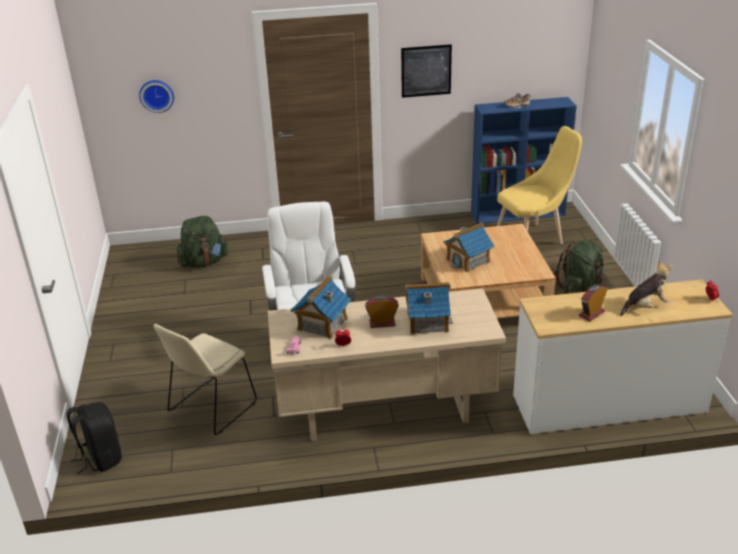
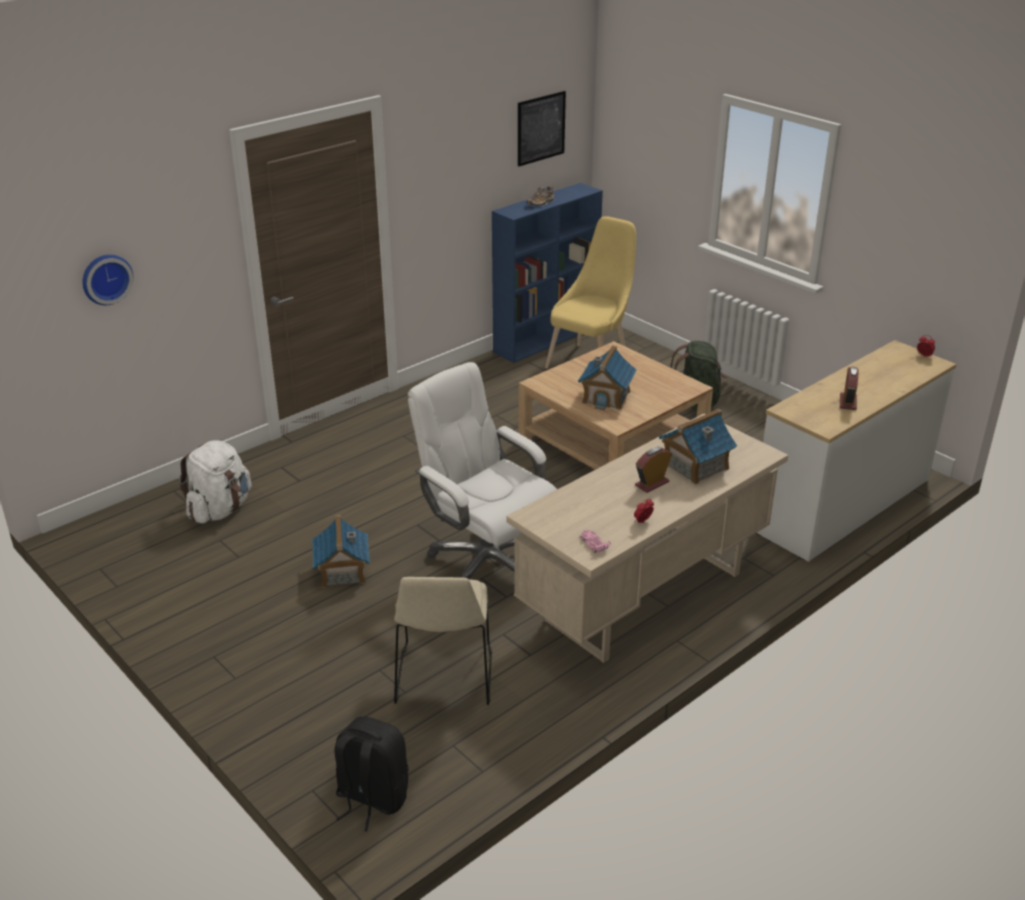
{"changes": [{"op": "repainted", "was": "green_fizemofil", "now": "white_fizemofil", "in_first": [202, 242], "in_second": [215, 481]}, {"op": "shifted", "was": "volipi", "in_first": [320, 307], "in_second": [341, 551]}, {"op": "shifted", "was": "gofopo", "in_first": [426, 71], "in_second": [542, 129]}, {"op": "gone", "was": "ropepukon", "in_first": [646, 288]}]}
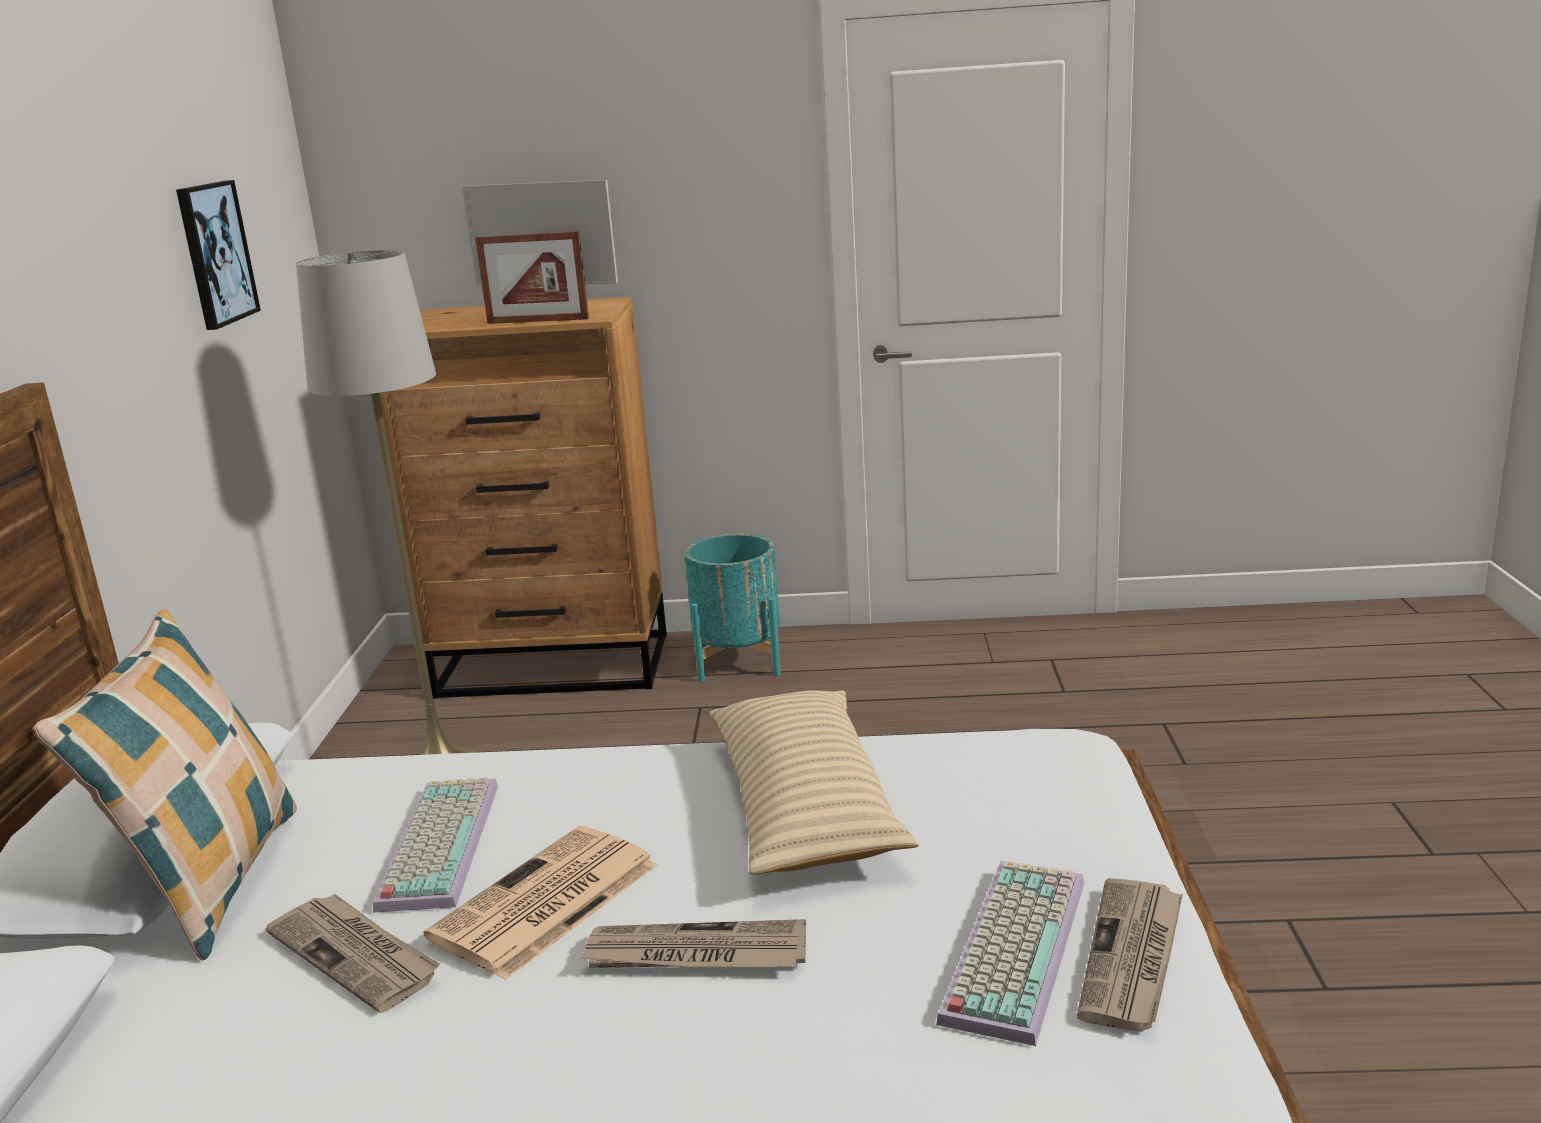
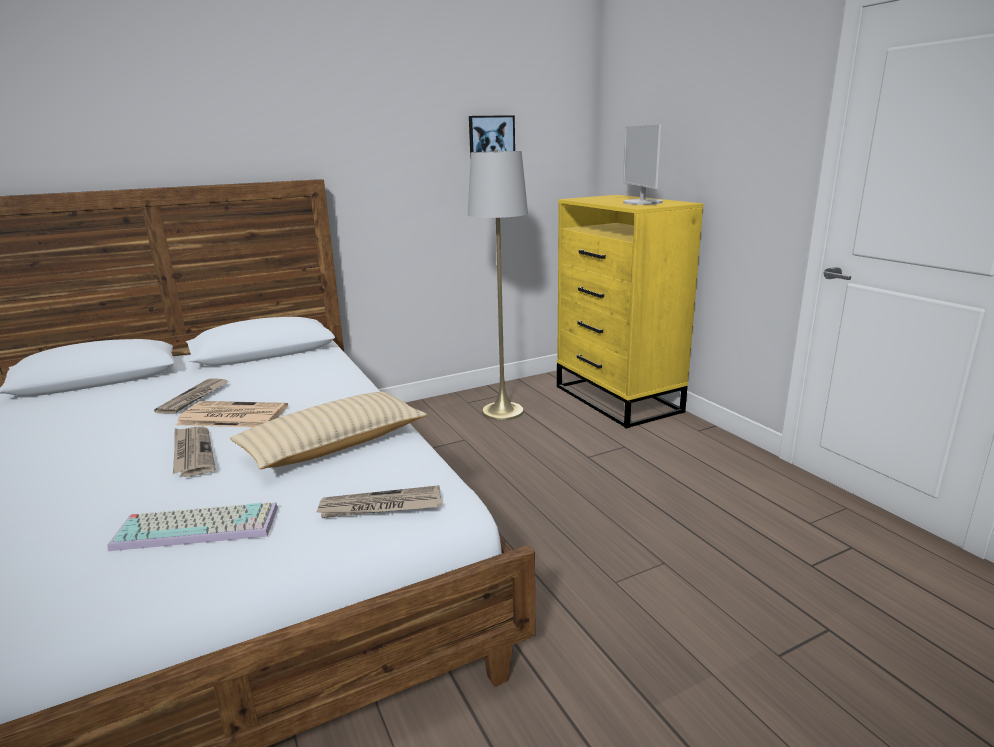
{"changes": [{"op": "gone", "was": "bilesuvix", "in_first": [164, 785]}, {"op": "gone", "was": "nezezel", "in_first": [435, 845]}, {"op": "repainted", "was": "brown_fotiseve", "now": "yellow_fotiseve", "in_first": [523, 498], "in_second": [630, 312]}, {"op": "gone", "was": "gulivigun", "in_first": [532, 277]}, {"op": "gone", "was": "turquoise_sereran", "in_first": [733, 608]}, {"op": "shifted", "was": "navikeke", "in_first": [1130, 955], "in_second": [379, 501]}]}
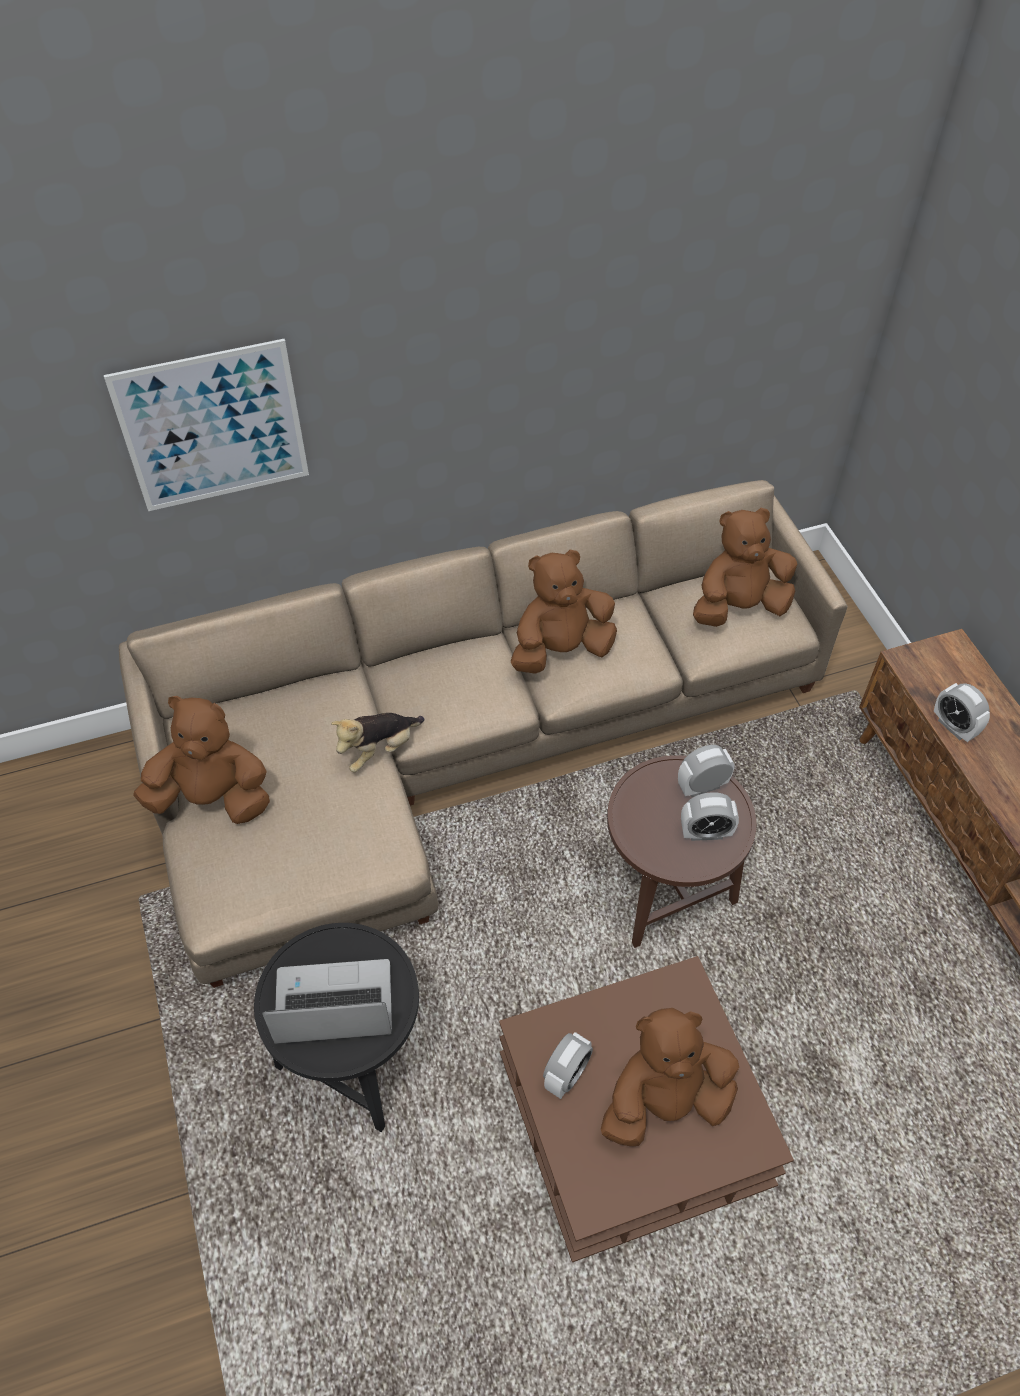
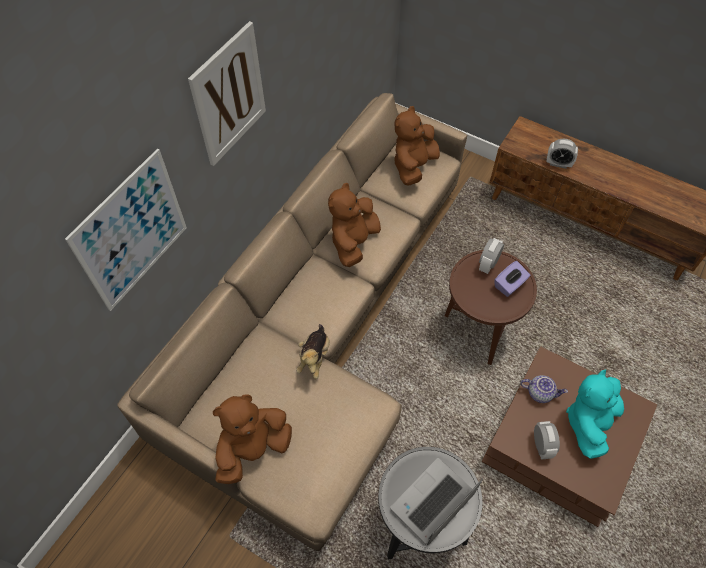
{"changes": [{"op": "repainted", "was": "brown_ropepukon", "now": "turquoise_ropepukon", "in_first": [670, 1077], "in_second": [595, 414]}, {"op": "swapped", "was": "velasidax", "now": "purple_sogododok", "in_first": [710, 816], "in_second": [512, 279]}, {"op": "new", "now": "gofopo", "in_second": [227, 93]}, {"op": "new", "now": "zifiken", "in_second": [544, 389]}]}
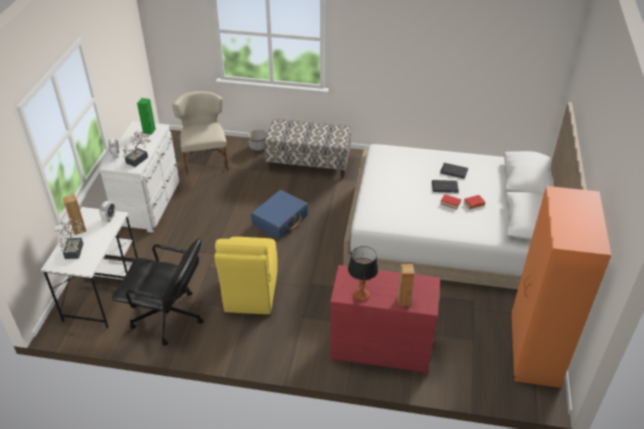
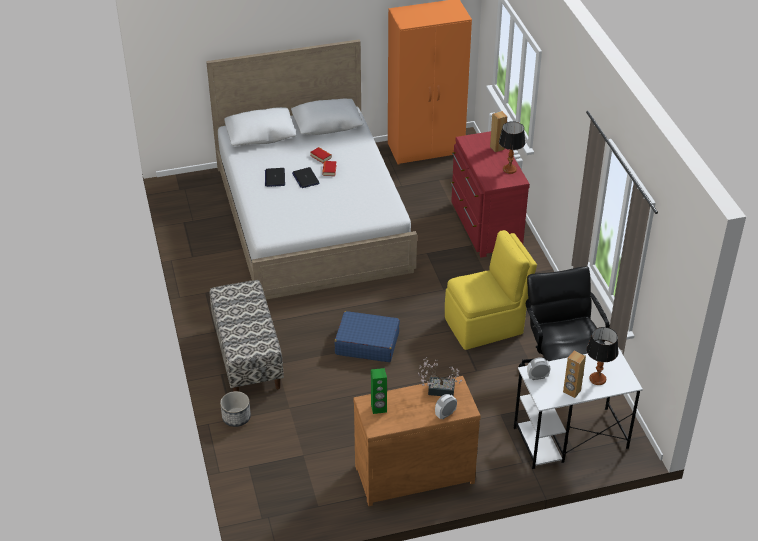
{"changes": [{"op": "swapped", "was": "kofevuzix", "now": "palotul", "in_first": [70, 239], "in_second": [602, 356]}, {"op": "repainted", "was": "white_fotiseve", "now": "brown_fotiseve", "in_first": [139, 177], "in_second": [417, 441]}, {"op": "gone", "was": "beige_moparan", "in_first": [200, 132]}]}
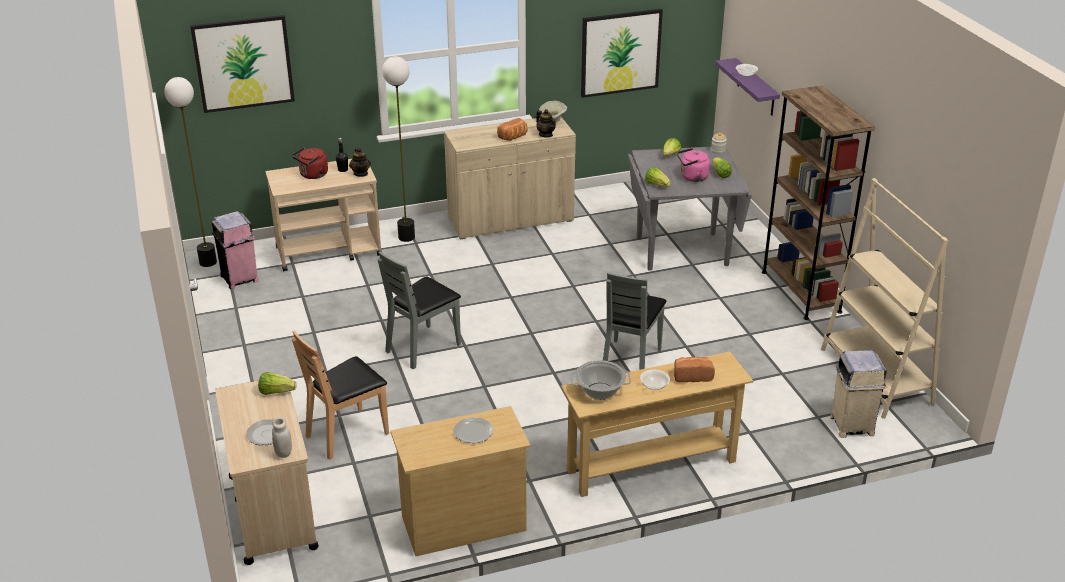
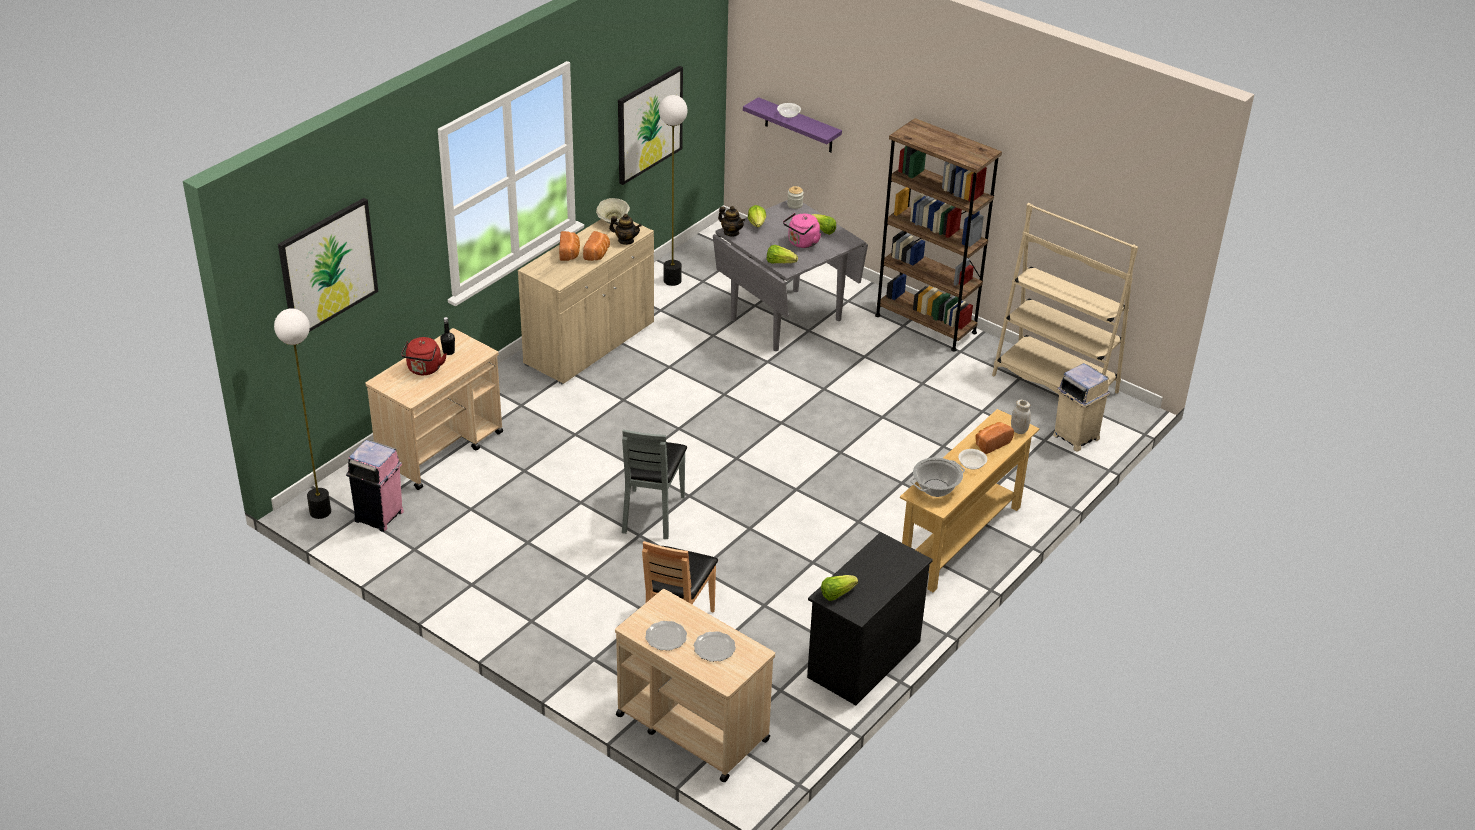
{"changes": [{"op": "shifted", "was": "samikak", "in_first": [277, 383], "in_second": [839, 588]}, {"op": "shifted", "was": "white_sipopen", "in_first": [282, 438], "in_second": [1021, 417]}, {"op": "shifted", "was": "zifiken", "in_first": [360, 162], "in_second": [731, 221]}, {"op": "shifted", "was": "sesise", "in_first": [398, 149], "in_second": [673, 190]}, {"op": "repainted", "was": "beige_fotiseve", "now": "black_fotiseve", "in_first": [460, 481], "in_second": [870, 618]}, {"op": "shifted", "was": "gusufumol", "in_first": [473, 430], "in_second": [666, 636]}, {"op": "gone", "was": "grey_moparan", "in_first": [635, 321]}, {"op": "new", "now": "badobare", "in_second": [569, 246]}]}
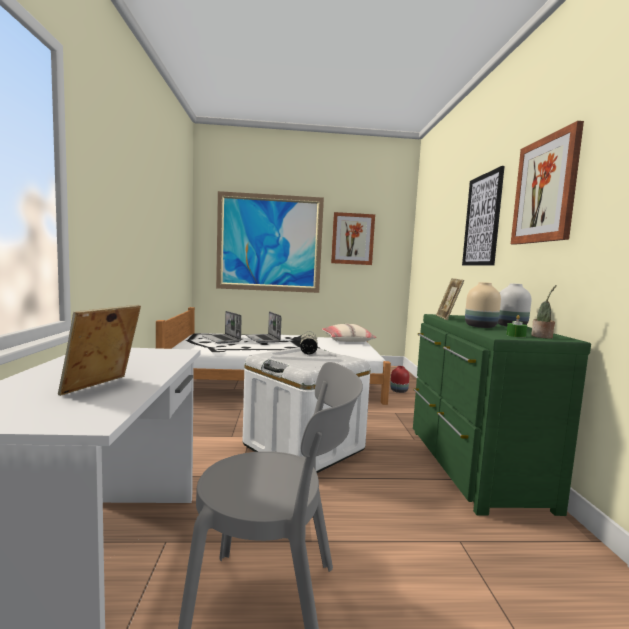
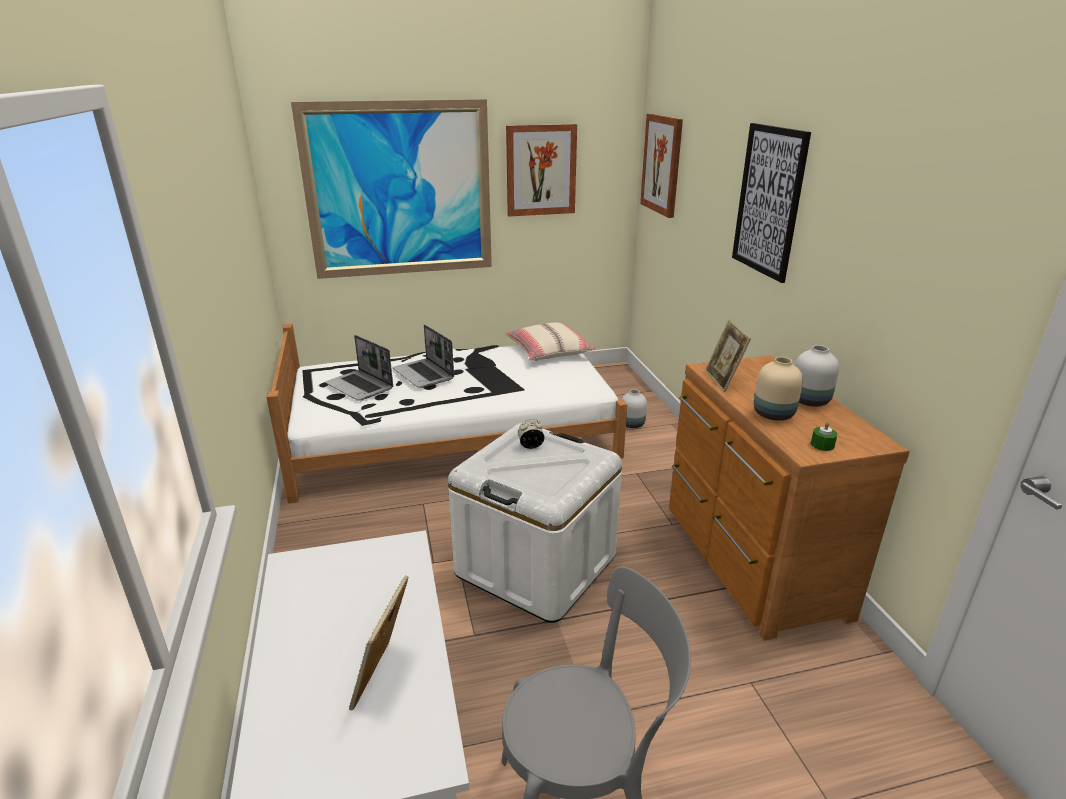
{"changes": [{"op": "repainted", "was": "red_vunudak", "now": "white_vunudak", "in_first": [399, 379], "in_second": [634, 408]}, {"op": "repainted", "was": "green_fotiseve", "now": "brown_fotiseve", "in_first": [502, 415], "in_second": [789, 498]}, {"op": "shifted", "was": "gofopo", "in_first": [547, 183], "in_second": [661, 166]}, {"op": "gone", "was": "kofevuzix", "in_first": [543, 312]}]}
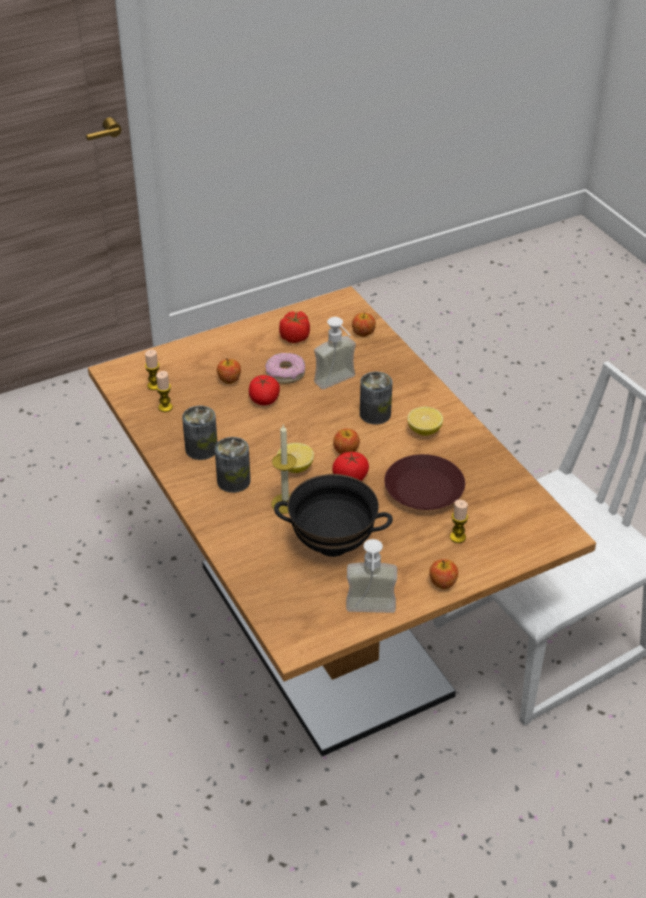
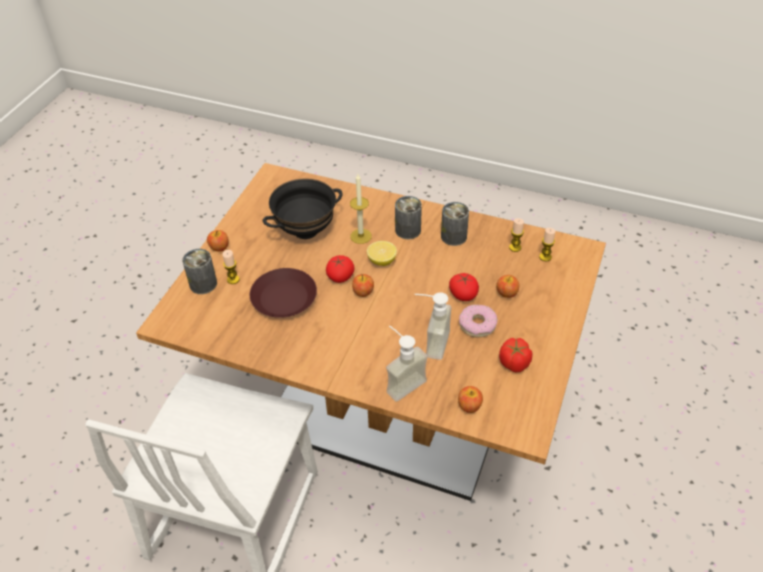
{"changes": [{"op": "shifted", "was": "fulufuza", "in_first": [371, 576], "in_second": [407, 364]}, {"op": "shifted", "was": "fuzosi", "in_first": [376, 398], "in_second": [200, 271]}, {"op": "gone", "was": "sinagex", "in_first": [425, 421]}]}
